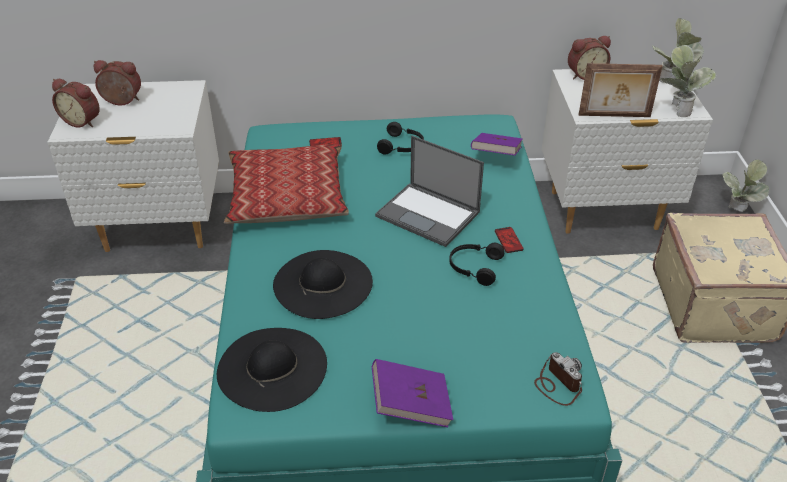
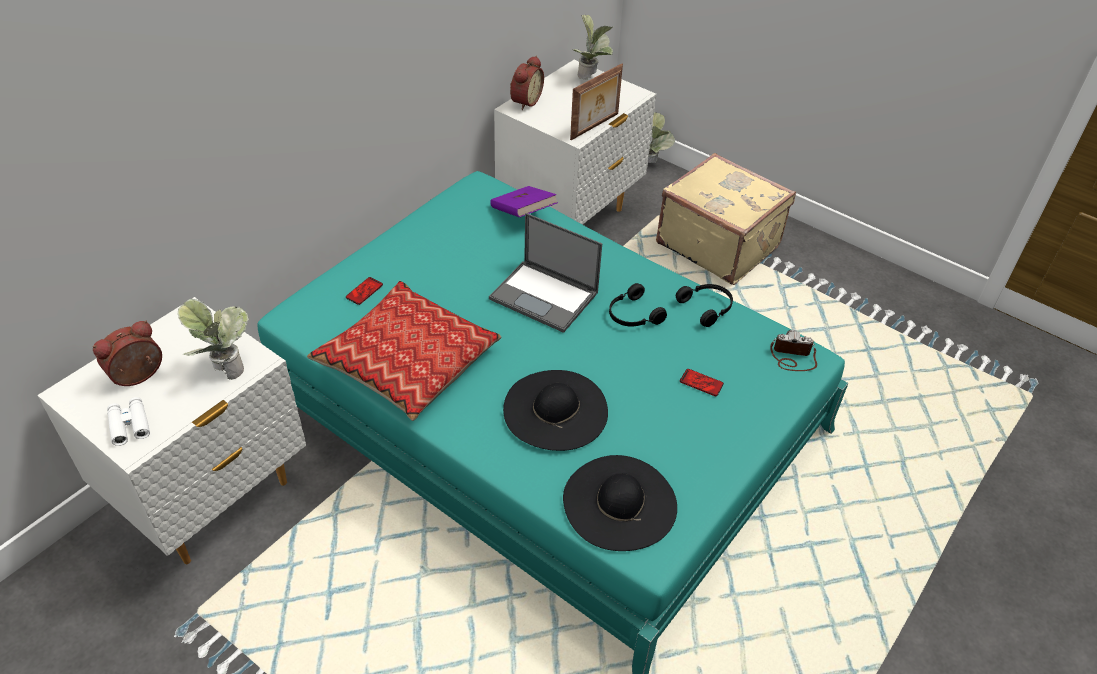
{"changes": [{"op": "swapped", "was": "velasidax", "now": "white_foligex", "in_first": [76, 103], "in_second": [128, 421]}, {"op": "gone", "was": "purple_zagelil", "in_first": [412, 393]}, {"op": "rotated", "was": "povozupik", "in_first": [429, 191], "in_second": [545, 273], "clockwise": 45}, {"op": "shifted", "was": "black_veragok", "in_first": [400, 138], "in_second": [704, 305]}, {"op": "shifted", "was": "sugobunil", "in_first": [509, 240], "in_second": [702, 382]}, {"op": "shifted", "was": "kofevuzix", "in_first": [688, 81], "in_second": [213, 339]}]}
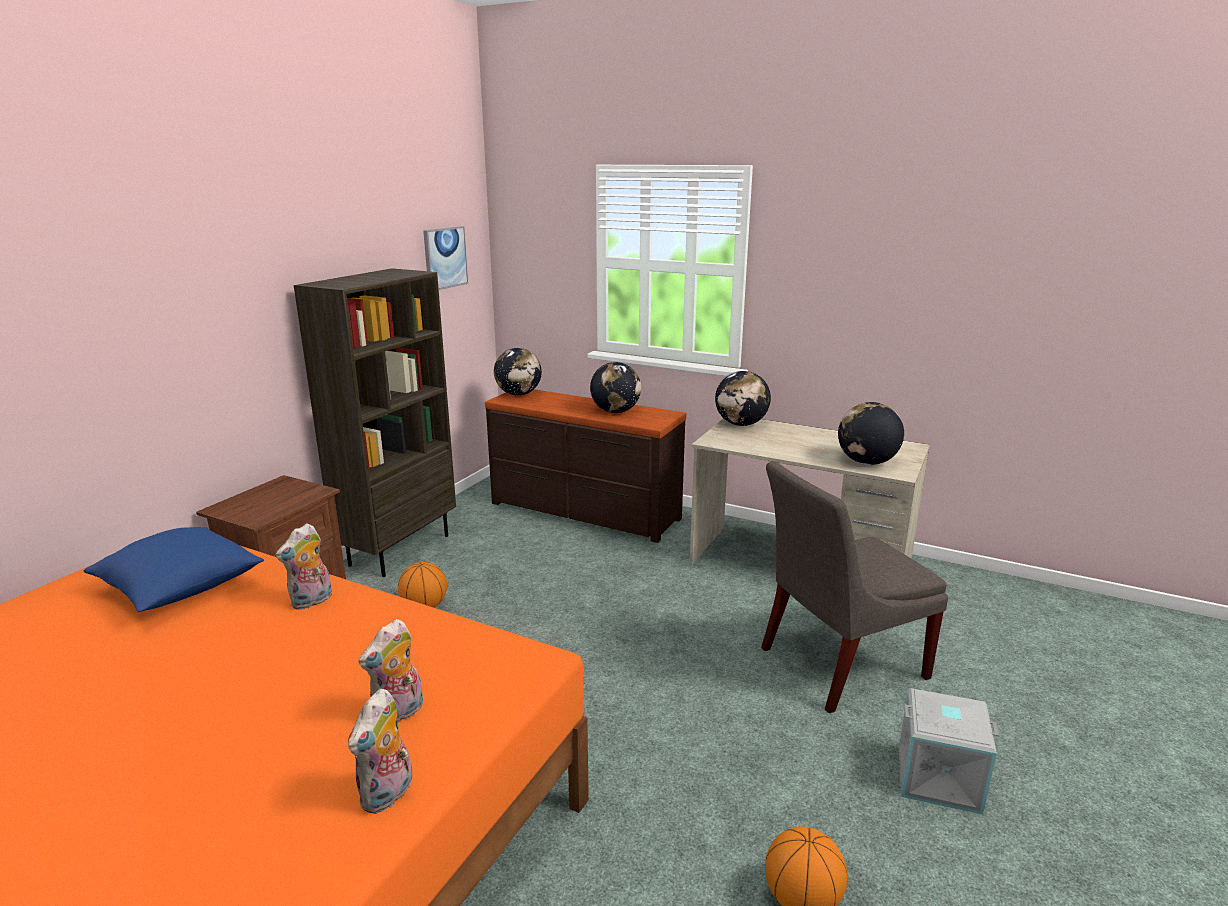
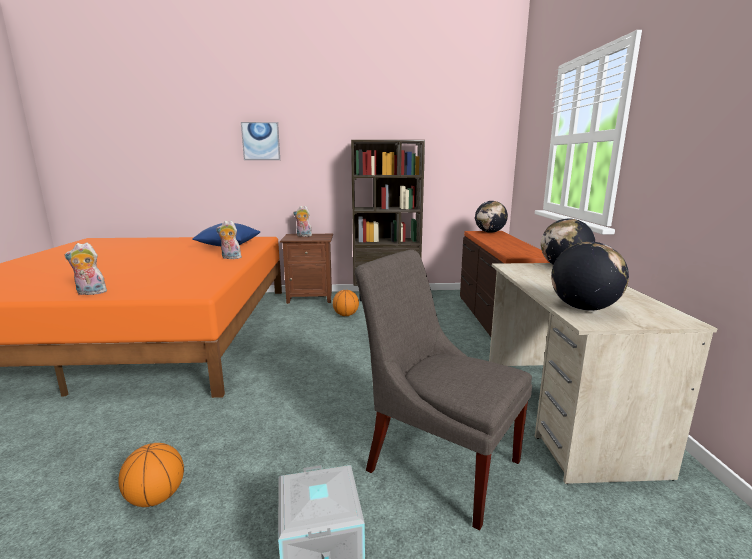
{"changes": [{"op": "shifted", "was": "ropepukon", "in_first": [390, 671], "in_second": [302, 221]}, {"op": "shifted", "was": "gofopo", "in_first": [445, 258], "in_second": [260, 141]}, {"op": "gone", "was": "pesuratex", "in_first": [615, 387]}]}
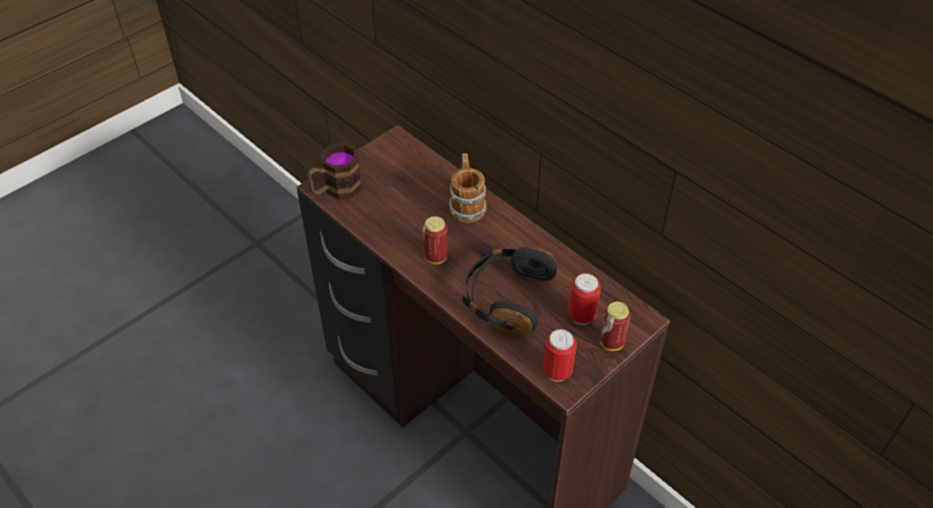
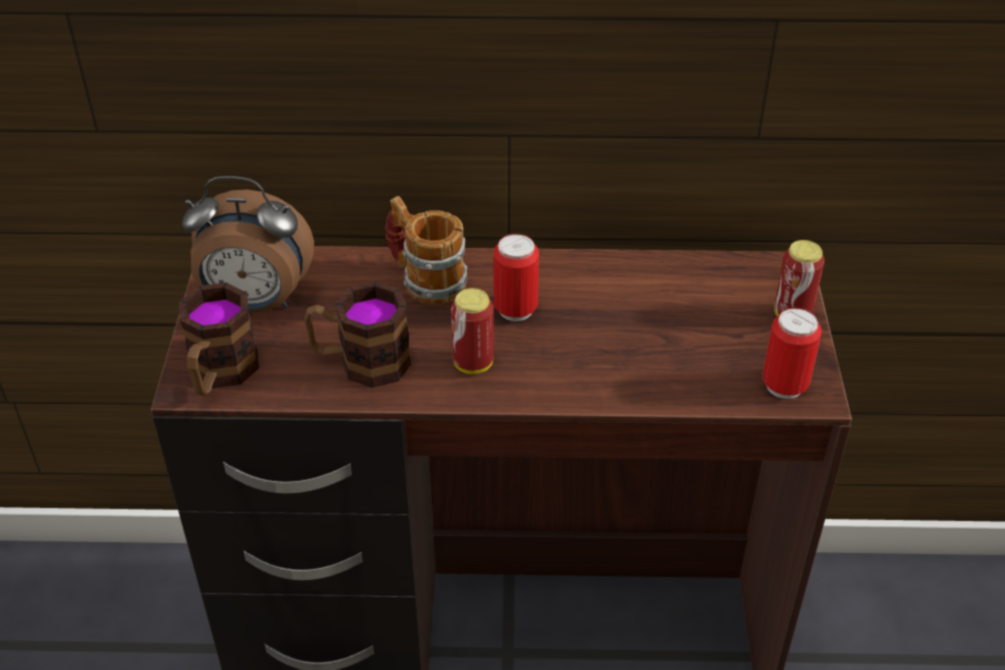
{"changes": [{"op": "gone", "was": "black_veragok", "in_first": [510, 291]}, {"op": "shifted", "was": "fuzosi", "in_first": [584, 299], "in_second": [516, 277]}, {"op": "new", "now": "velasidax", "in_second": [248, 244]}, {"op": "new", "now": "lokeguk", "in_second": [357, 334]}]}
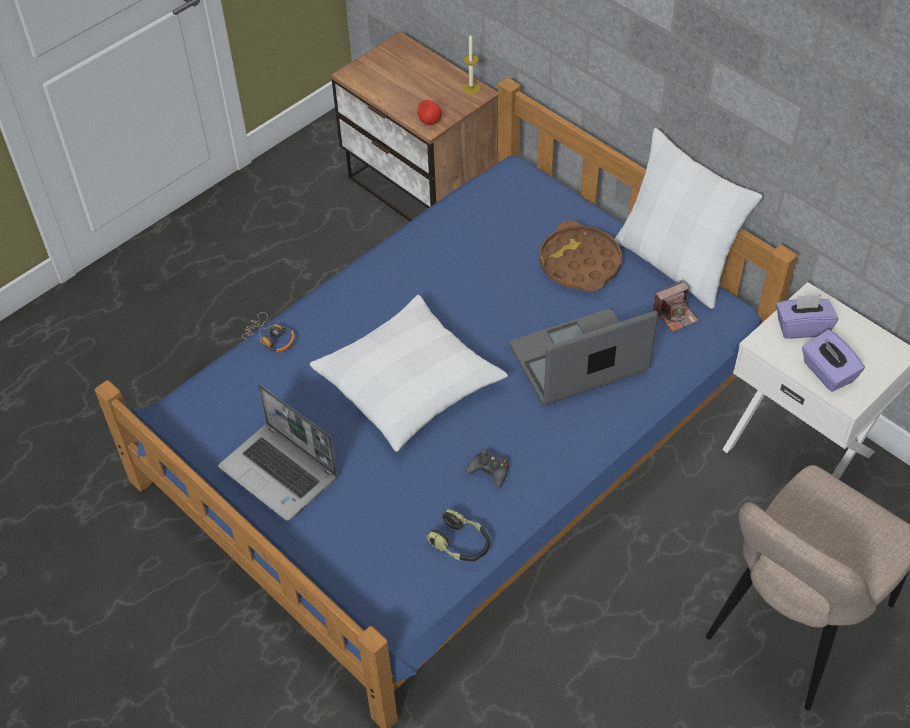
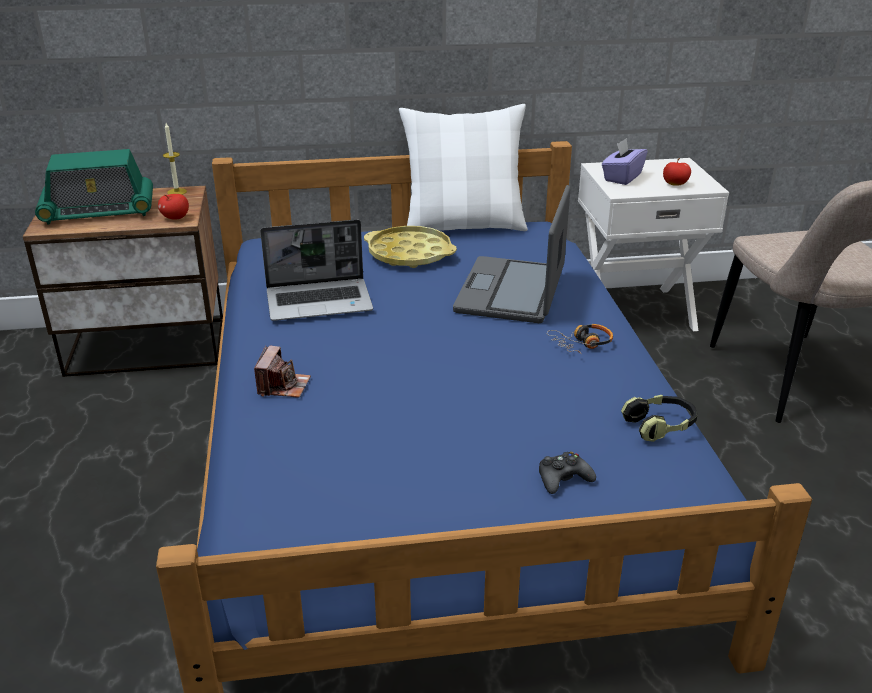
{"changes": [{"op": "shifted", "was": "povozupik", "in_first": [278, 452], "in_second": [316, 270]}, {"op": "shifted", "was": "veragok", "in_first": [269, 332], "in_second": [580, 339]}, {"op": "gone", "was": "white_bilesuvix", "in_first": [409, 373]}, {"op": "shifted", "was": "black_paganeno", "in_first": [487, 469], "in_second": [567, 472]}, {"op": "repainted", "was": "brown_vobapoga", "now": "yellow_vobapoga", "in_first": [580, 256], "in_second": [410, 247]}, {"op": "shifted", "was": "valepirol", "in_first": [676, 306], "in_second": [282, 372]}, {"op": "swapped", "was": "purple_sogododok", "now": "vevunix", "in_first": [833, 361], "in_second": [677, 172]}, {"op": "new", "now": "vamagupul", "in_second": [94, 186]}]}
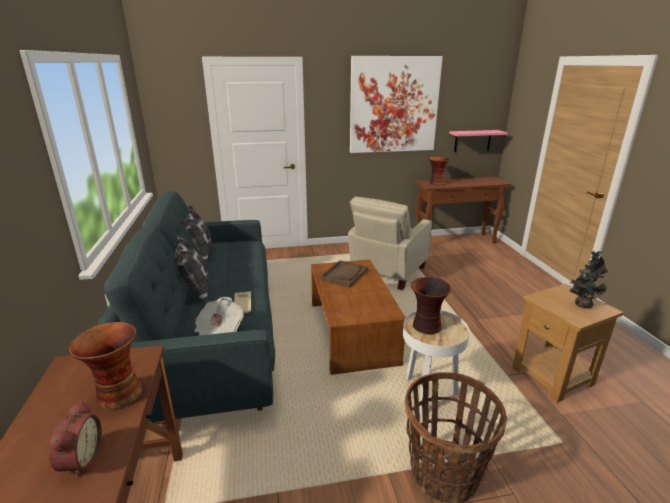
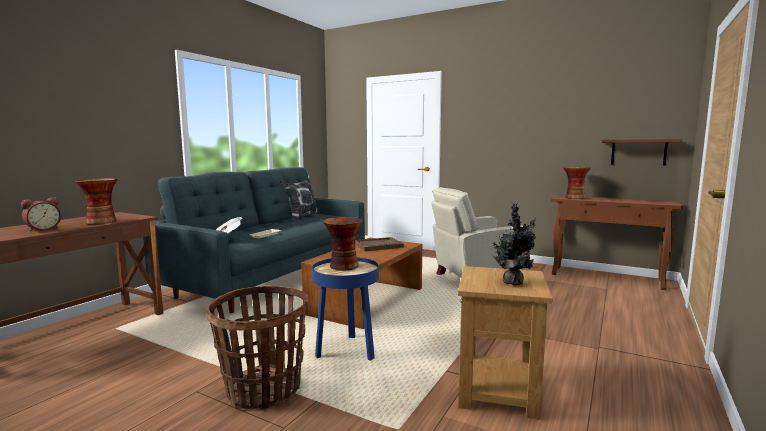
{"changes": [{"op": "gone", "was": "bilesuvix", "in_first": [192, 268]}, {"op": "gone", "was": "gofopo", "in_first": [396, 104]}, {"op": "repainted", "was": "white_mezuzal", "now": "blue_mezuzal", "in_first": [436, 363], "in_second": [345, 309]}, {"op": "repainted", "was": "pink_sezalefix", "now": "brown_sezalefix", "in_first": [478, 141], "in_second": [641, 152]}]}
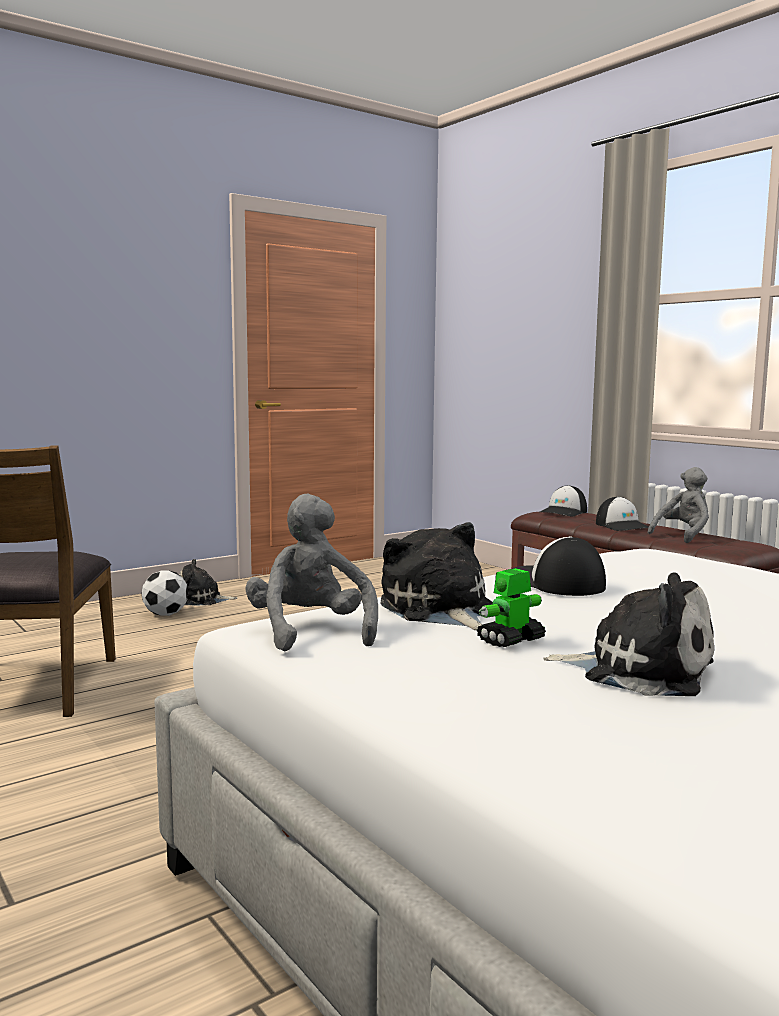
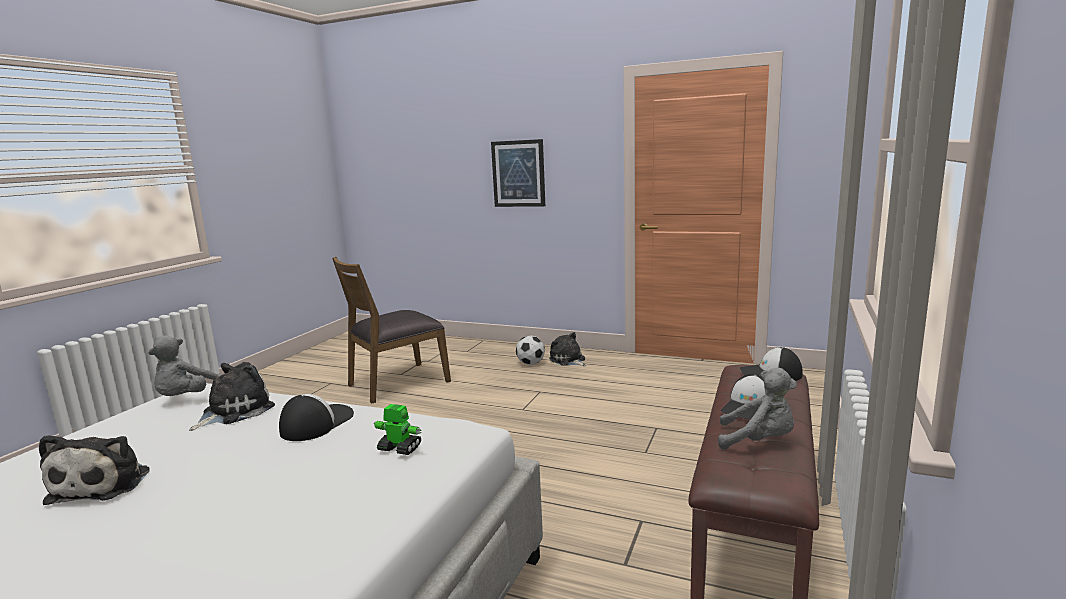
{"changes": [{"op": "rotated", "was": "grey_ropepukon", "in_first": [312, 572], "in_second": [185, 365], "clockwise": 150}, {"op": "shifted", "was": "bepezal", "in_first": [511, 607], "in_second": [398, 429]}, {"op": "new", "now": "gofopo", "in_second": [518, 173]}]}
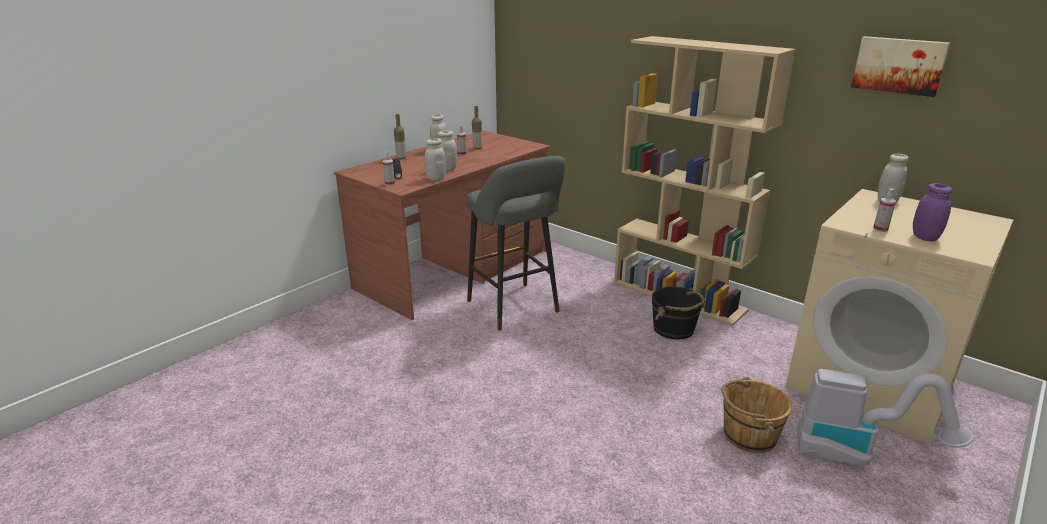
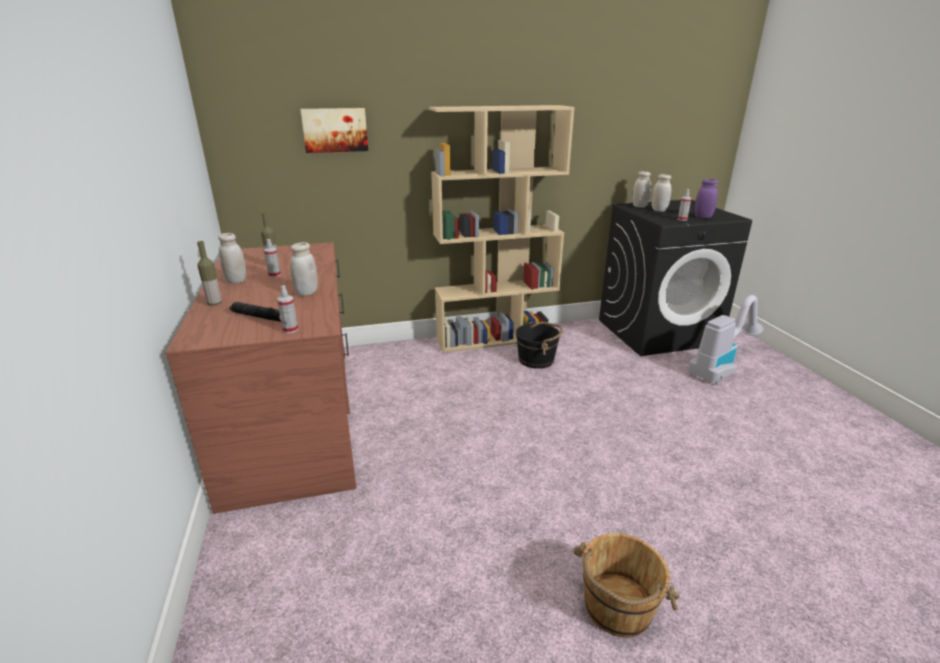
{"changes": [{"op": "shifted", "was": "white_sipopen", "in_first": [435, 159], "in_second": [661, 193]}, {"op": "gone", "was": "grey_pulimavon", "in_first": [516, 243]}, {"op": "shifted", "was": "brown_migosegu", "in_first": [756, 415], "in_second": [627, 585]}, {"op": "repainted", "was": "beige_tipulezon", "now": "black_tipulezon", "in_first": [899, 316], "in_second": [675, 278]}, {"op": "shifted", "was": "gofopo", "in_first": [900, 66], "in_second": [334, 130]}]}
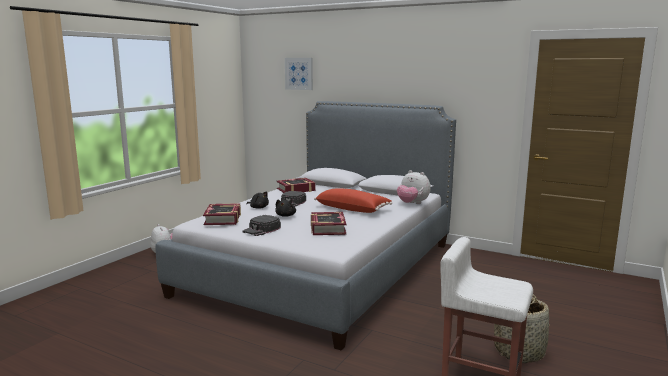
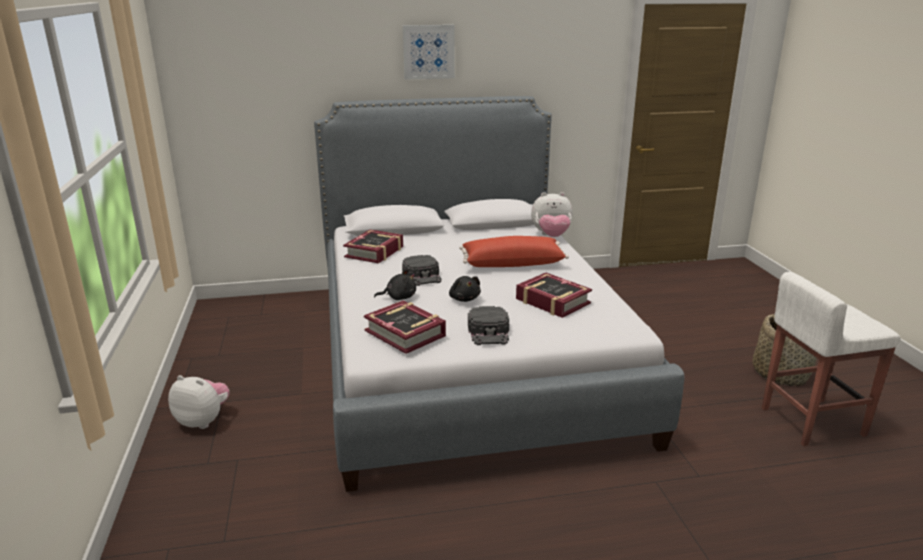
{"changes": [{"op": "shifted", "was": "gofopo", "in_first": [299, 74], "in_second": [429, 52]}]}
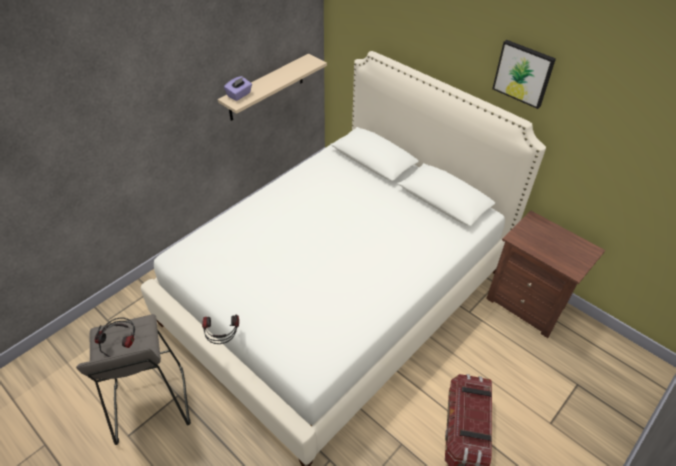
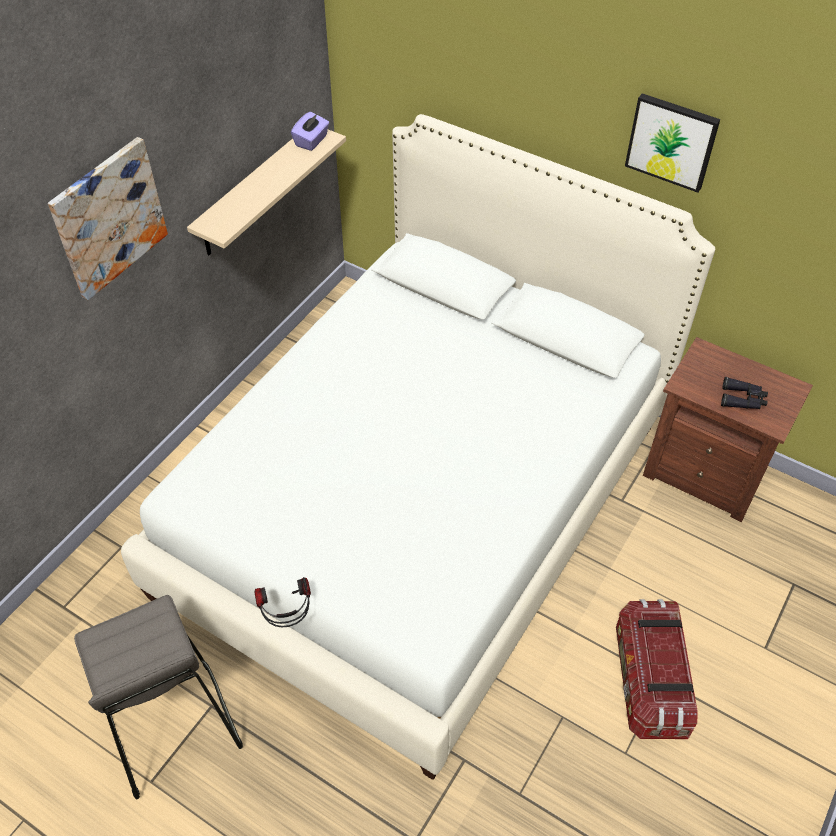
{"changes": [{"op": "gone", "was": "veragok", "in_first": [115, 337]}, {"op": "shifted", "was": "purple_sogododok", "in_first": [238, 88], "in_second": [310, 131]}, {"op": "new", "now": "gofopo", "in_second": [108, 218]}, {"op": "new", "now": "black_foligex", "in_second": [744, 393]}]}
